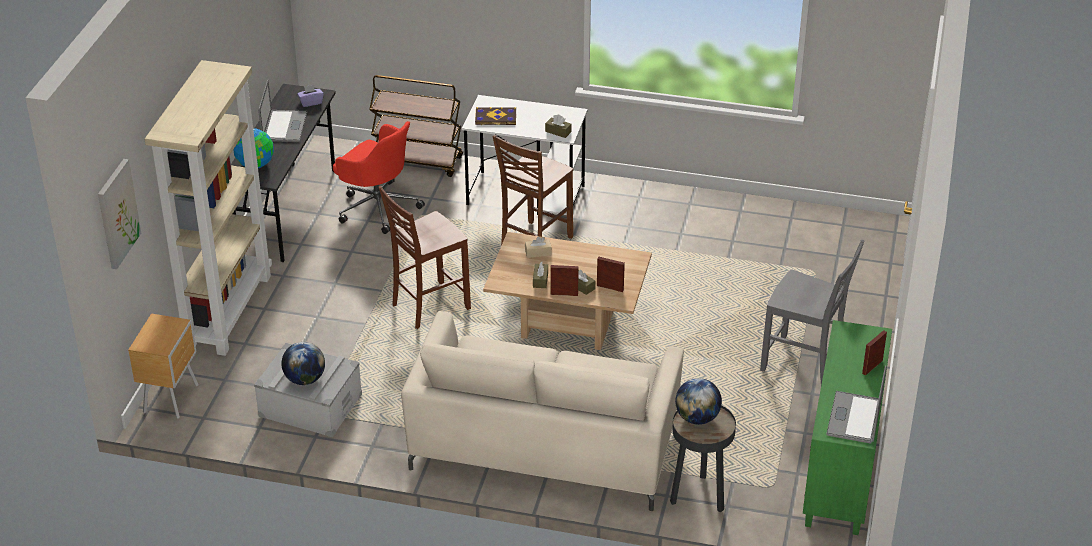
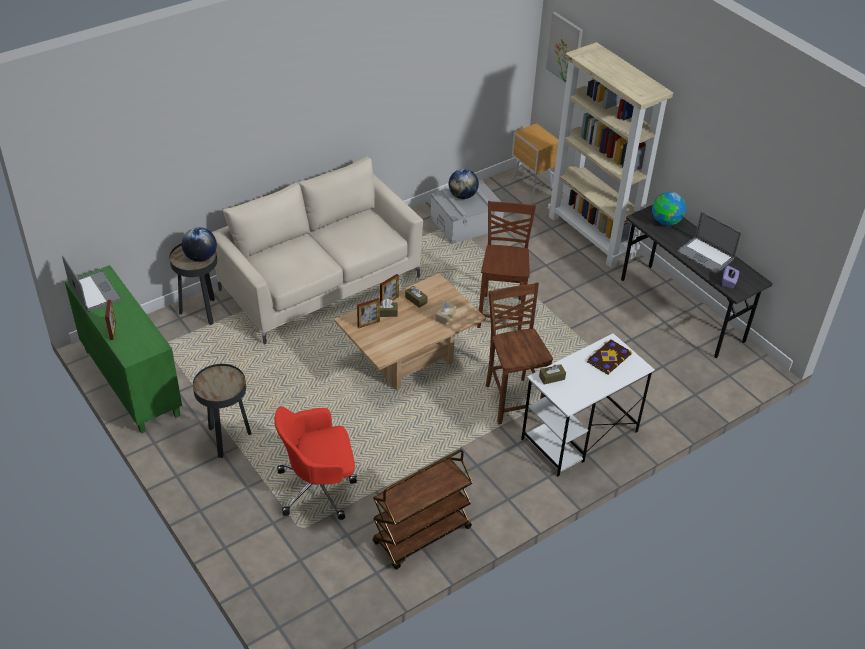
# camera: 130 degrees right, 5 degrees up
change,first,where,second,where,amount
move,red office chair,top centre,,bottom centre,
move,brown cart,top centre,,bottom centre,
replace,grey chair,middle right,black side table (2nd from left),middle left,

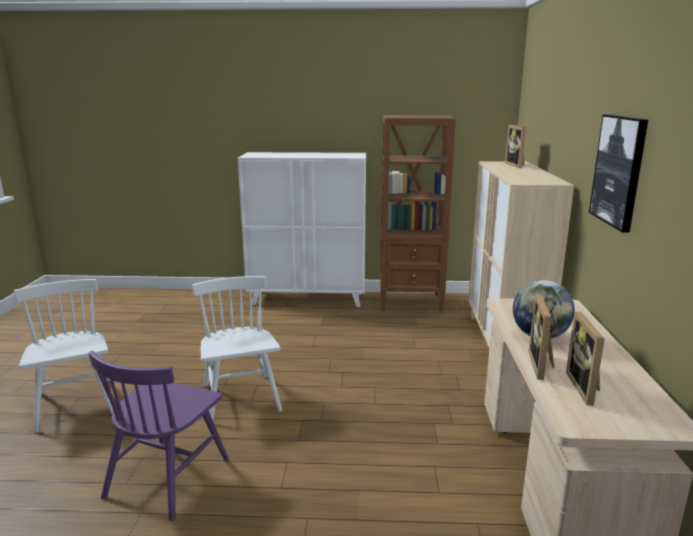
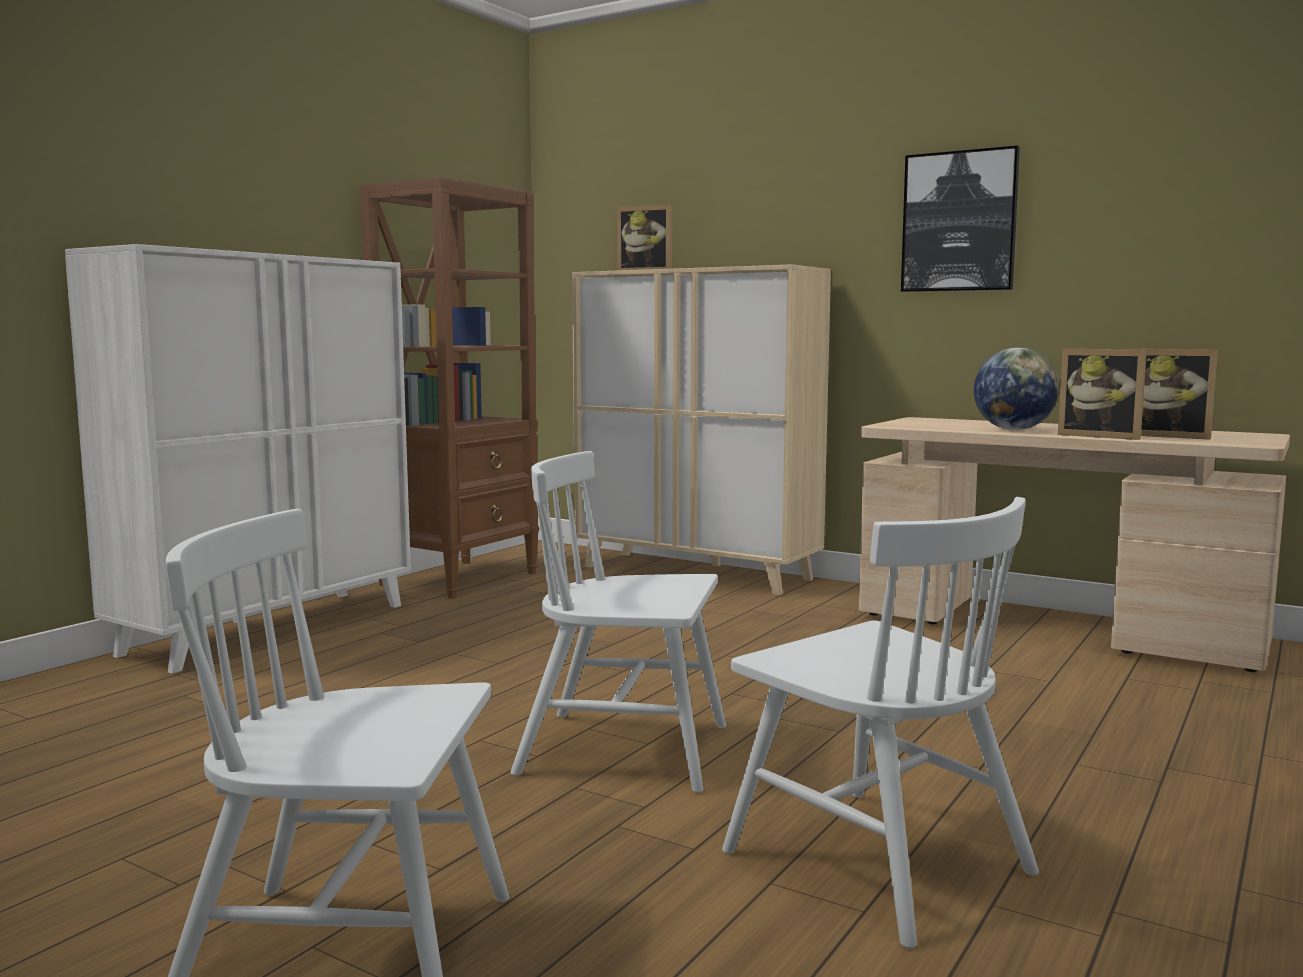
# camera: 60 degrees left, 10 degrees down
change,first,where,second,where,amount
recolor,purple chair,bottom left,white chair (3rd from left),bottom right,

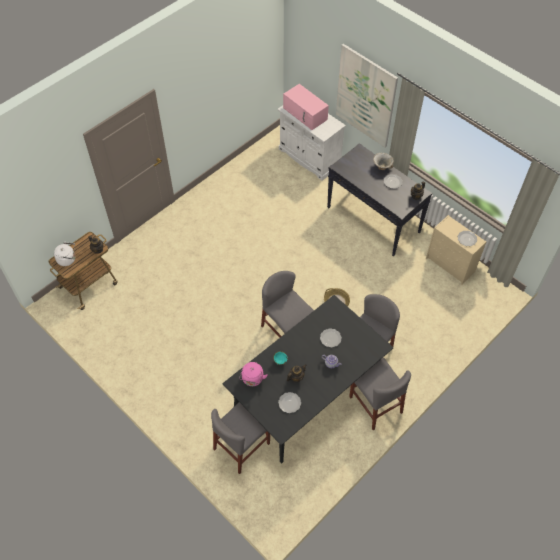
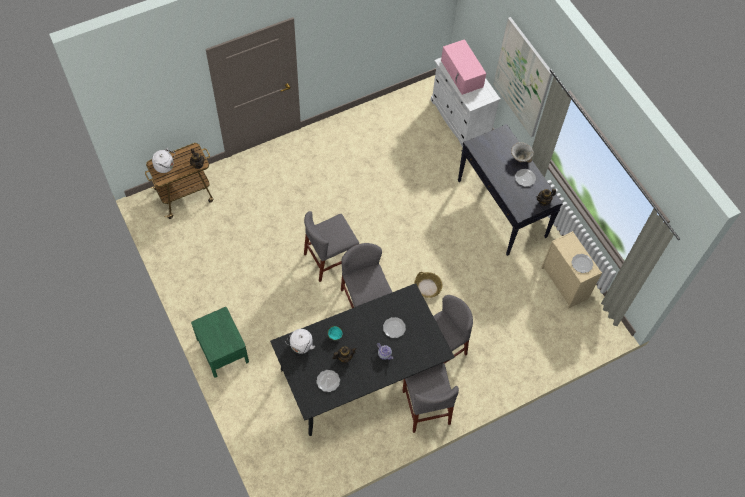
# camera: 15 degrees right, 5 degrees up
change,first,where,second,where,amount
insert,,,green nightstand,bottom left,
move,grey chair (1st from left),bottom centre,,centre,
recolor,pink kettle,bottom centre,white kettle (2nd from left),bottom centre,

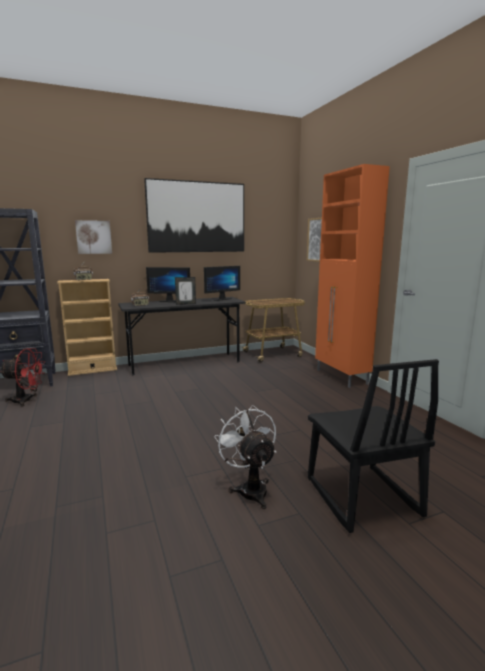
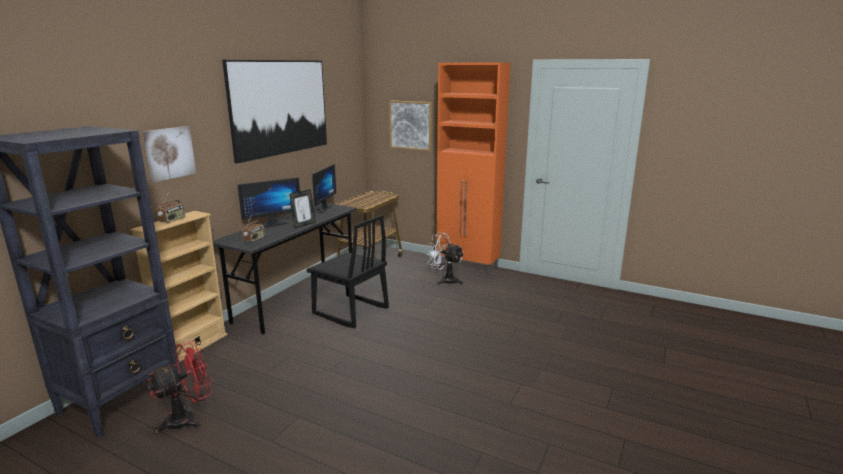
# camera: 40 degrees left, 5 degrees up
change,first,where,second,where,amount
move,white fan,bottom centre,,centre,
move,black chair,middle right,,centre,

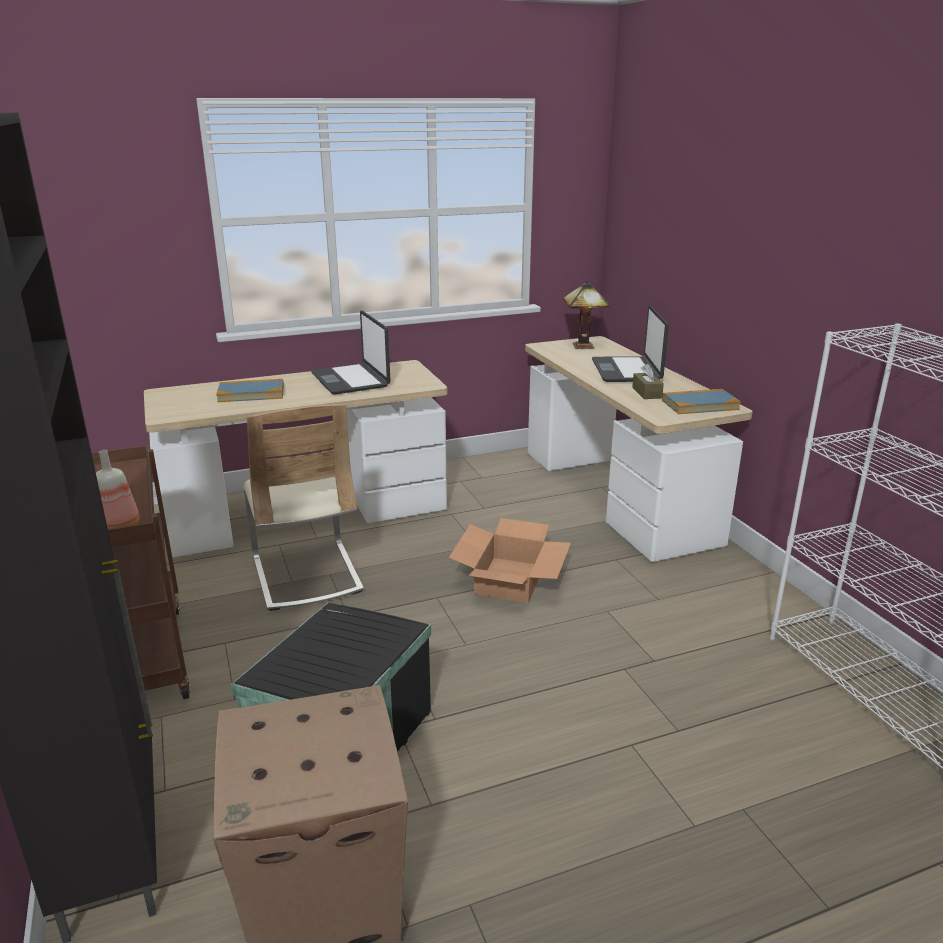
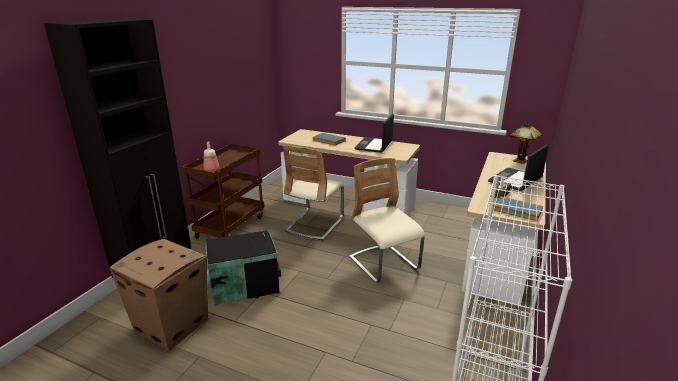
# camera: 45 degrees right, 0 degrees up
change,first,where,second,where,amount
replace,cardboard box (2nd from left),centre,beige chair (2nd from left),centre,

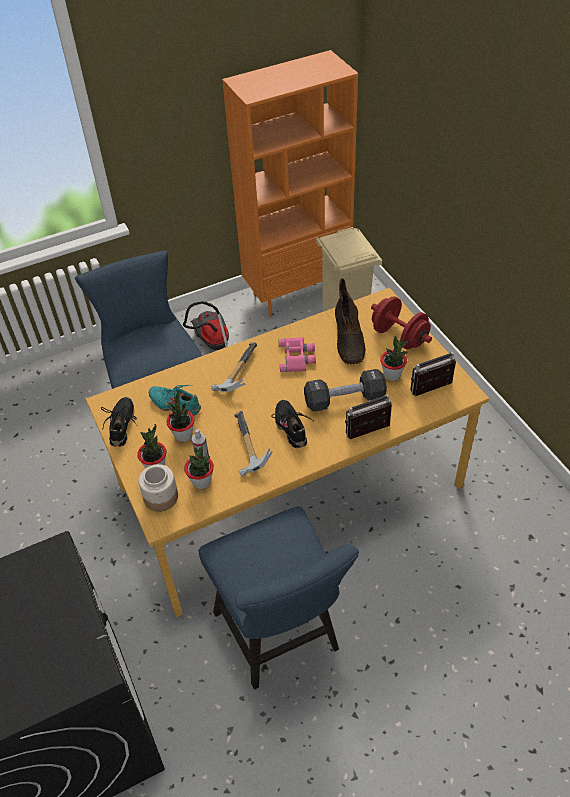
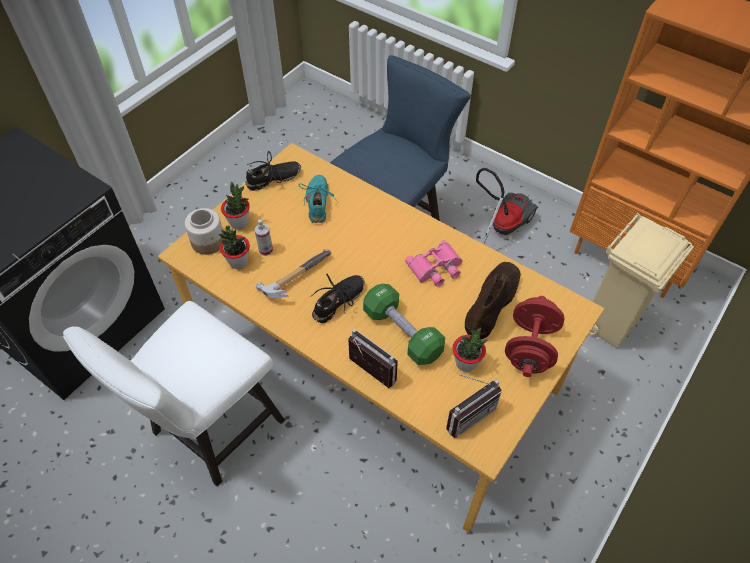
# camera: 60 degrees right, 5 degrees up
change,first,where,second,where,amount
delete,potted plant (2nd from left),middle left,,,
delete,hammer (1st from left),centre,,,
recolor,blue chair (2nd from left),bottom centre,white chair,bottom left,
recolor,black dumbbell,centre,green dumbbell,centre,
rotate,brown boot,centre,,centre,150 degrees clockwise
rotate,radio (2nd from left),middle right,,bottom centre,105 degrees clockwise

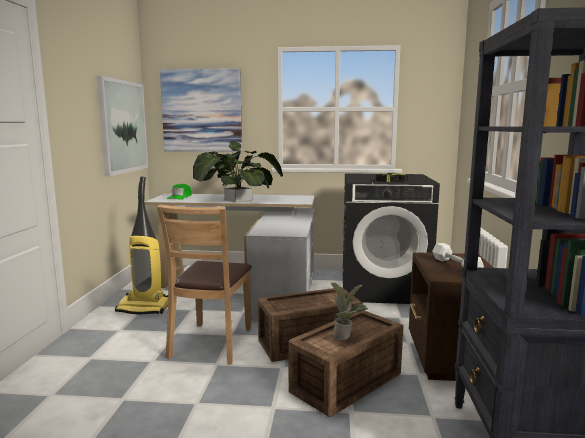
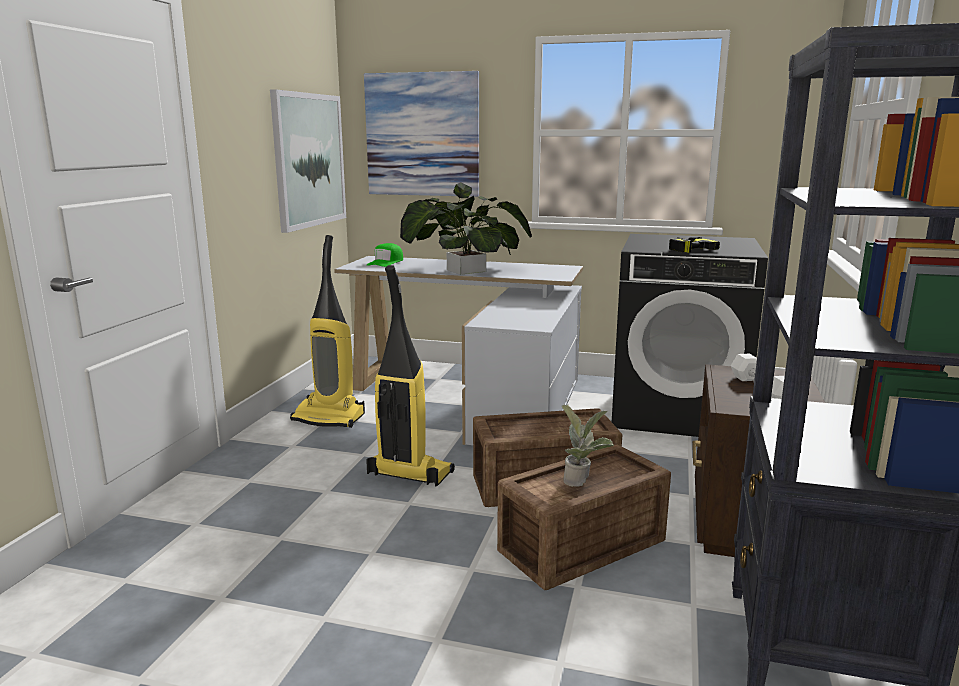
# camera: 10 degrees right, 5 degrees up
change,first,where,second,where,amount
replace,brown chair,centre,vacuum cleaner (2nd from left),centre,

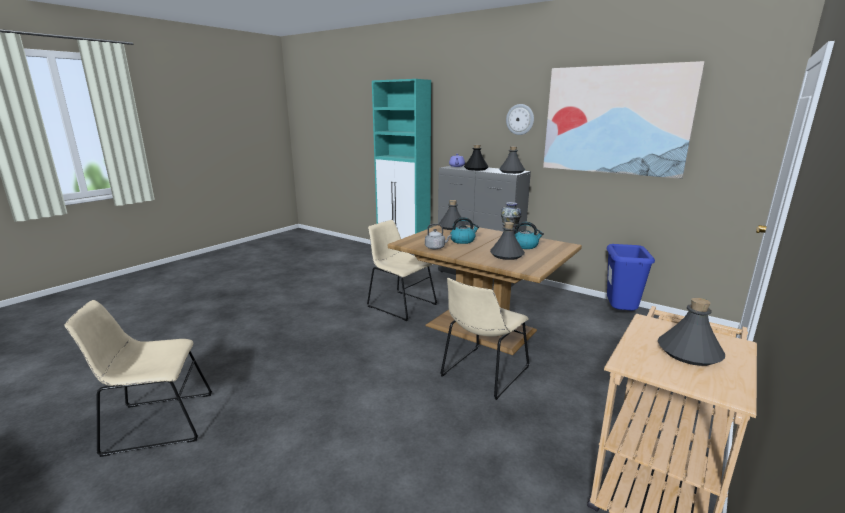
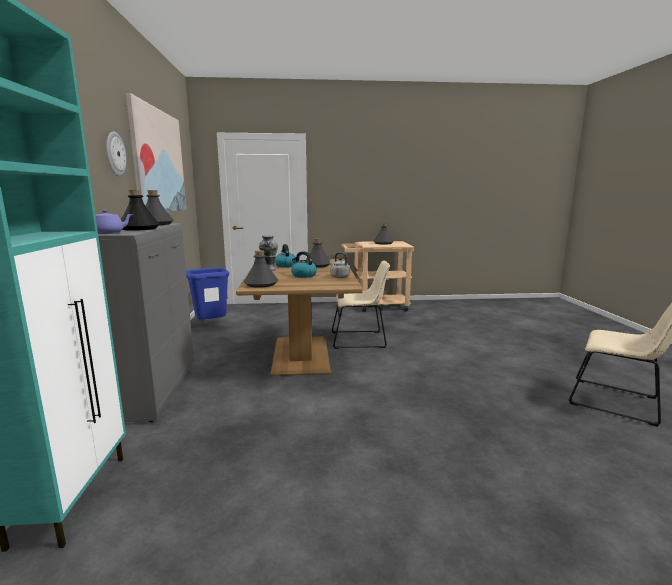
# camera: 130 degrees left, 5 degrees down
change,first,where,second,where,amount
delete,beige chair (2nd from left),centre,,,

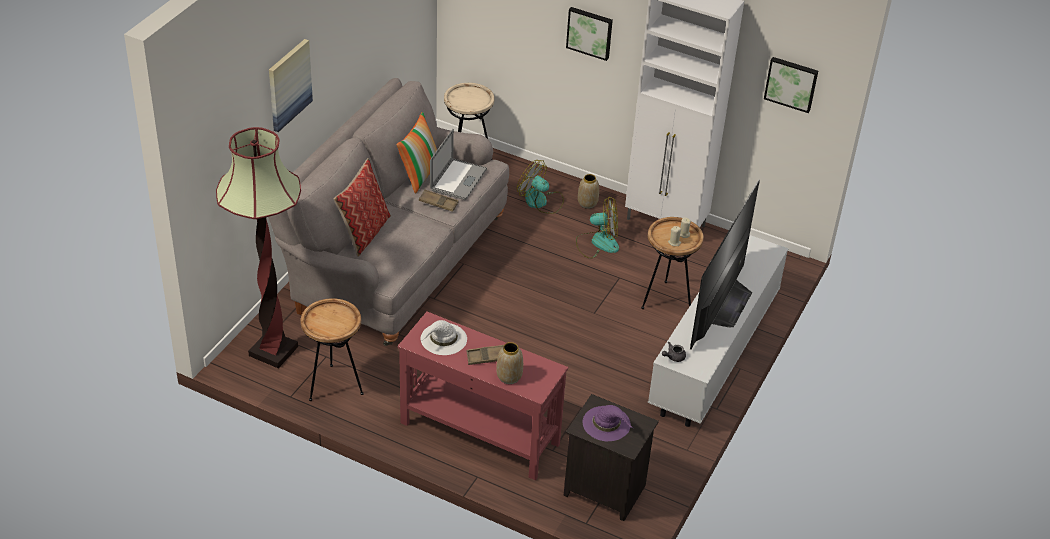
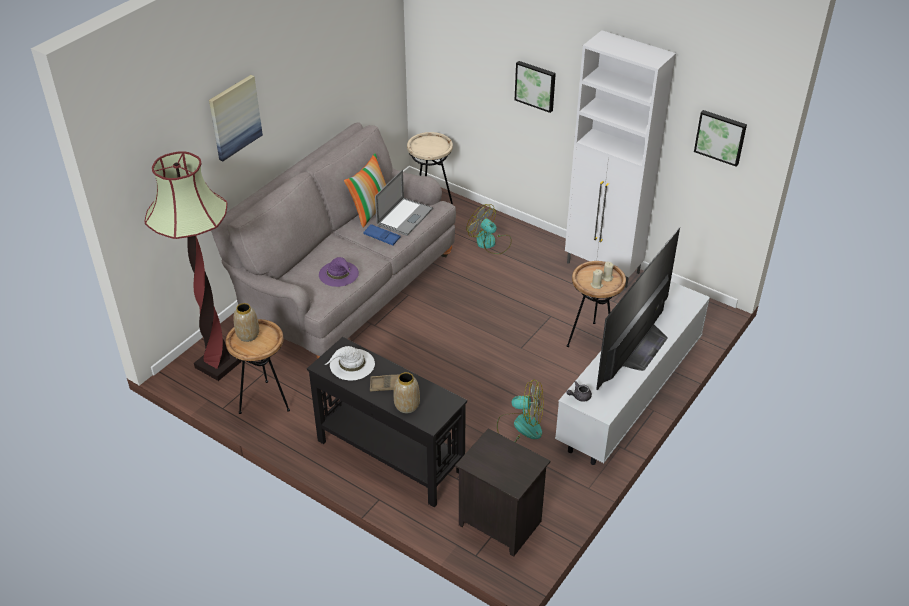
# camera: 10 degrees right, 0 degrees up
change,first,where,second,where,amount
delete,pillow (1st from left),centre,,,
move,fan (2nd from left),centre,,bottom centre,
move,vase (2nd from left in the first image),centre,vase (1st from left),middle left,
move,purple hat,bottom centre,,centre,
recolor,red console table,bottom centre,black console table,bottom centre,
recolor,brown tray (1st from left),centre,blue tray,centre,

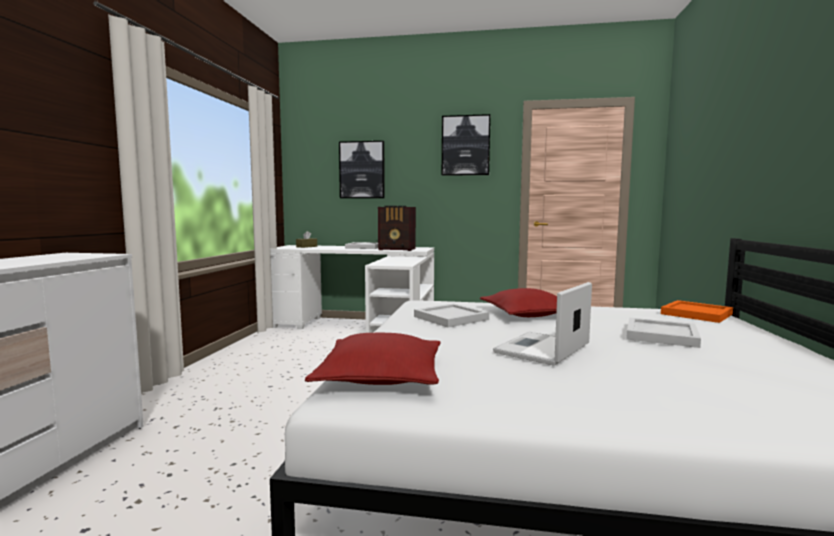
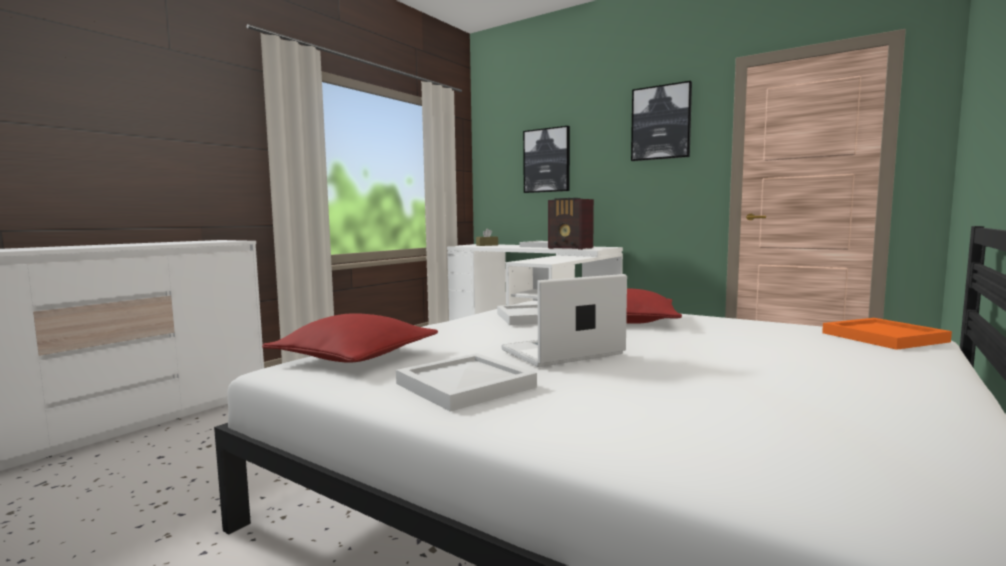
# camera: 25 degrees right, 0 degrees up
change,first,where,second,where,amount
move,white tray (3rd from left in the first image),middle right,white tray (1st from left),bottom centre,

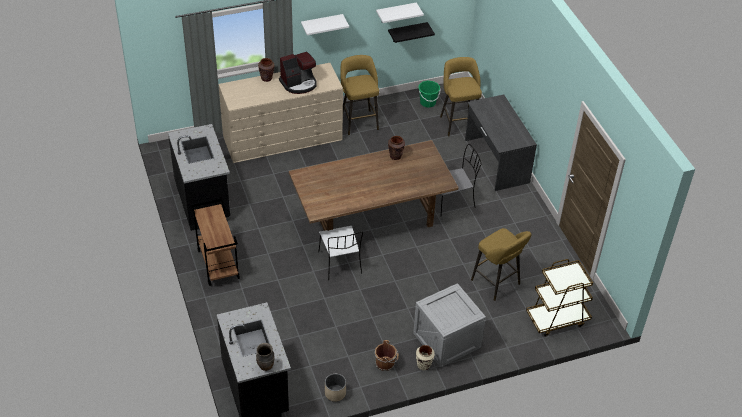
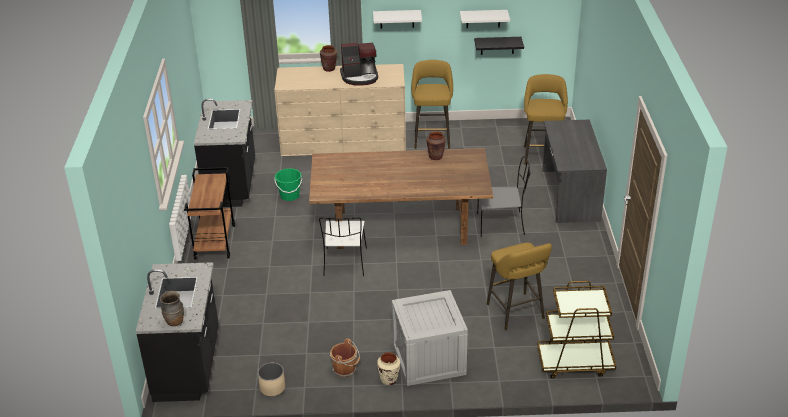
# camera: 20 degrees right, 10 degrees down
change,first,where,second,where,amount
move,green bucket,top centre,,centre,

